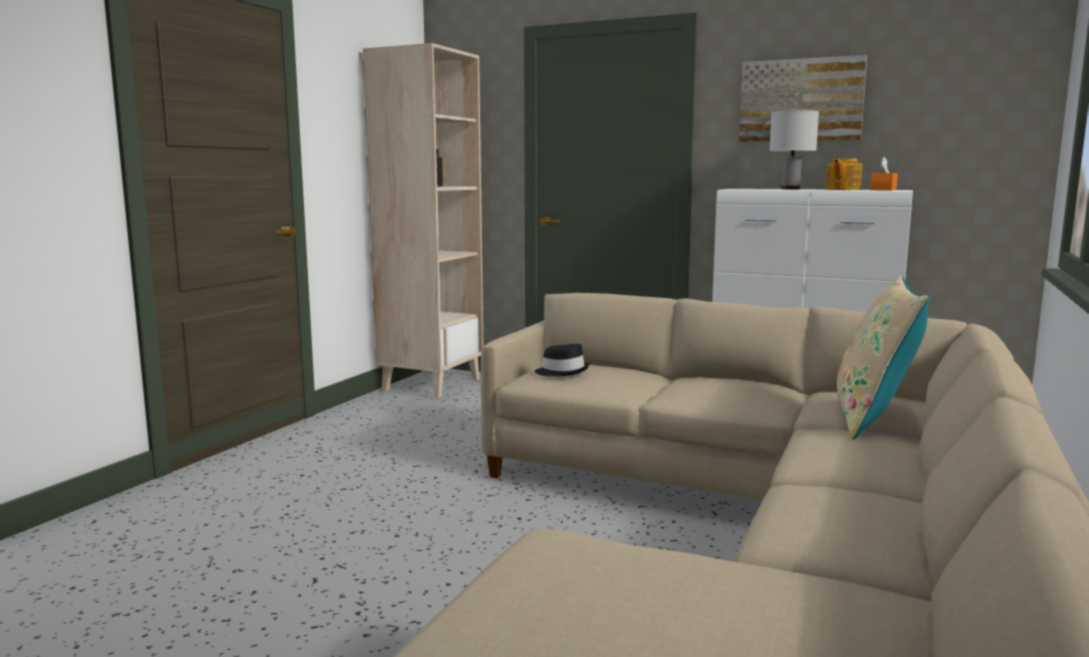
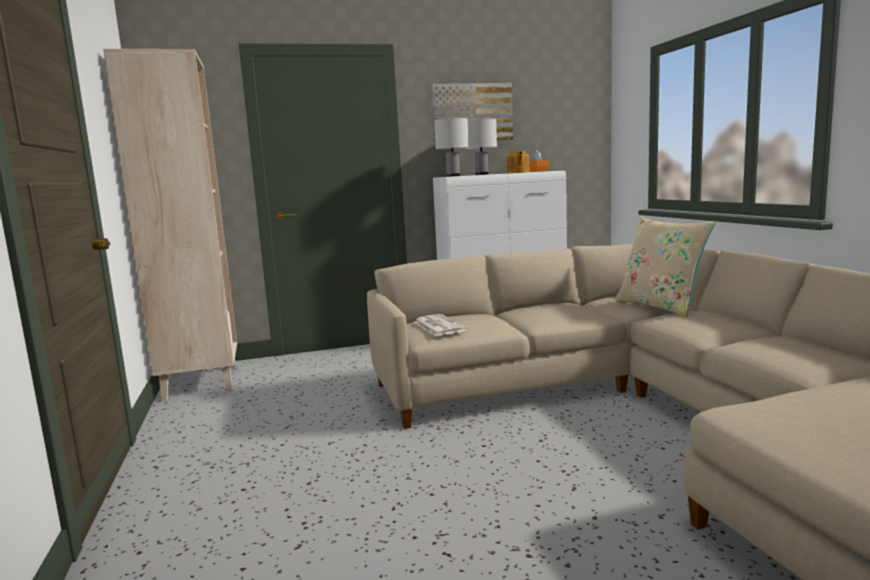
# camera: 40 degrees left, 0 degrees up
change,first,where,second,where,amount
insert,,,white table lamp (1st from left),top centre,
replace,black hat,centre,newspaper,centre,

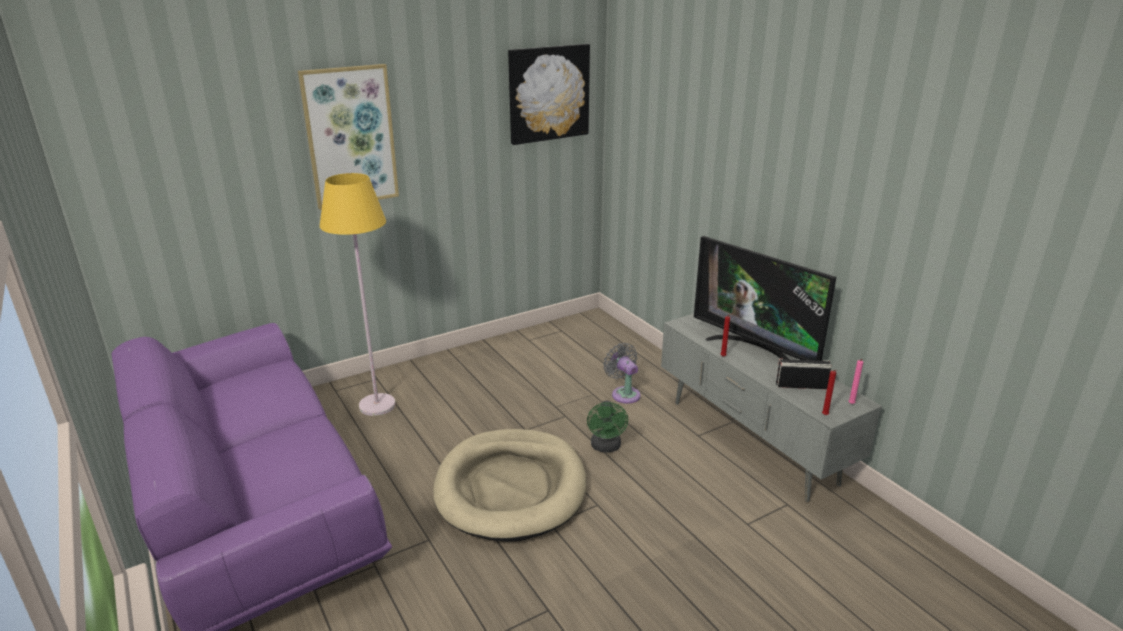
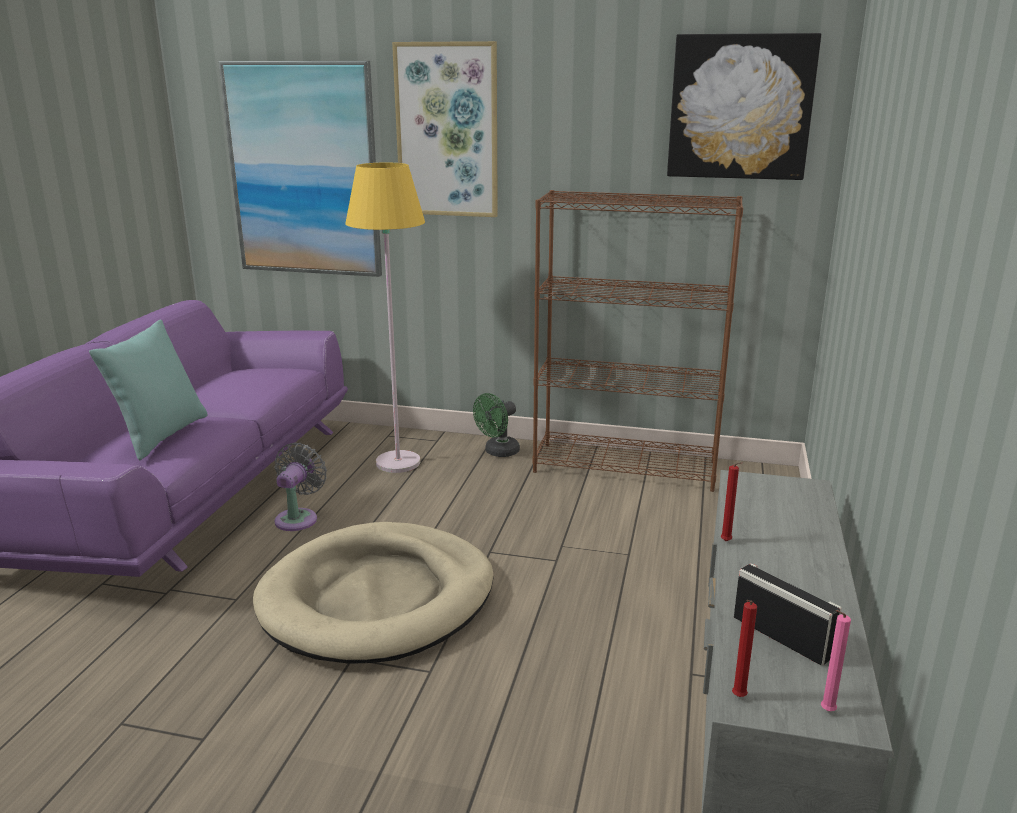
# camera: 45 degrees right, 5 degrees down
change,first,where,second,where,amount
delete,television,middle right,,,
insert,,,turquoise pillow,middle left,
insert,,,picture (1st from left),top left,
insert,,,brown bookcase,centre,
move,green fan,bottom centre,,centre,
move,grey fan,centre,,middle left,

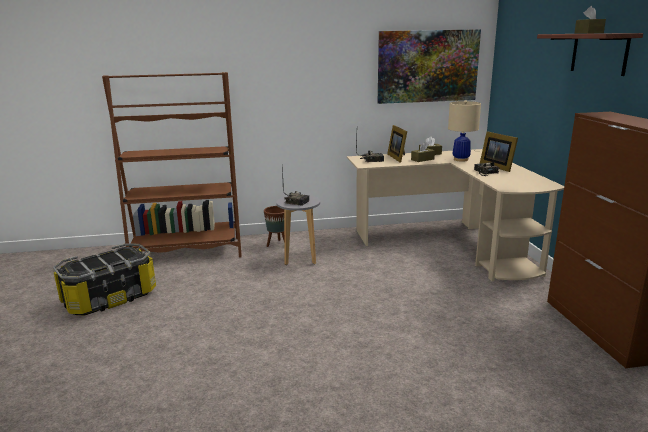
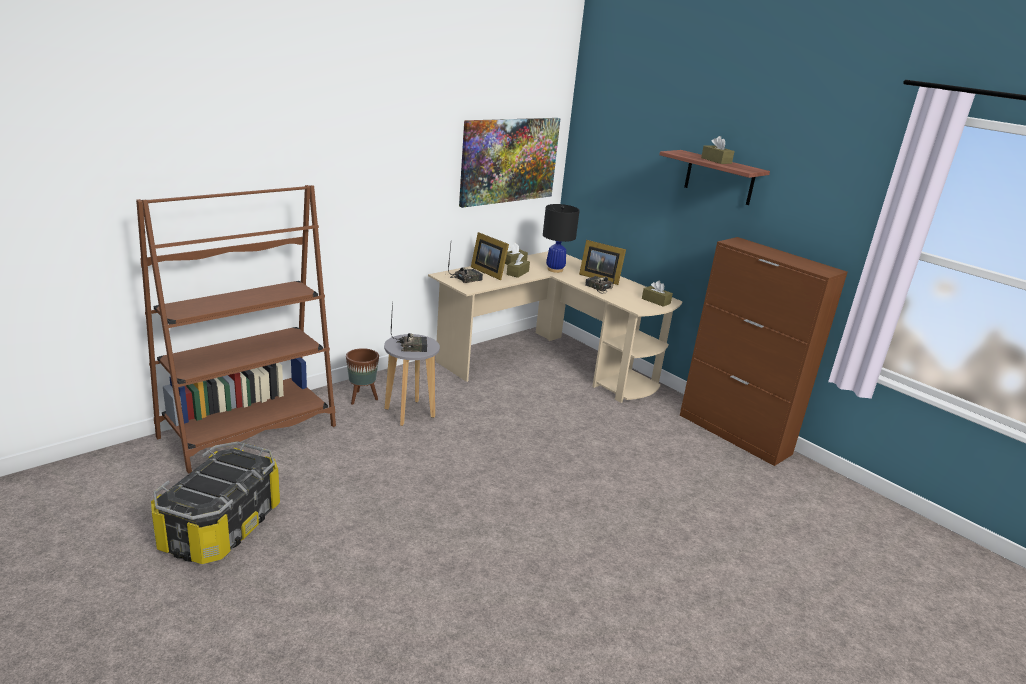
# camera: 35 degrees left, 5 degrees up
change,first,where,second,where,amount
insert,,,brown tissue box (3rd from left),centre,
recolor,beige table lamp,top right,black table lamp,centre,

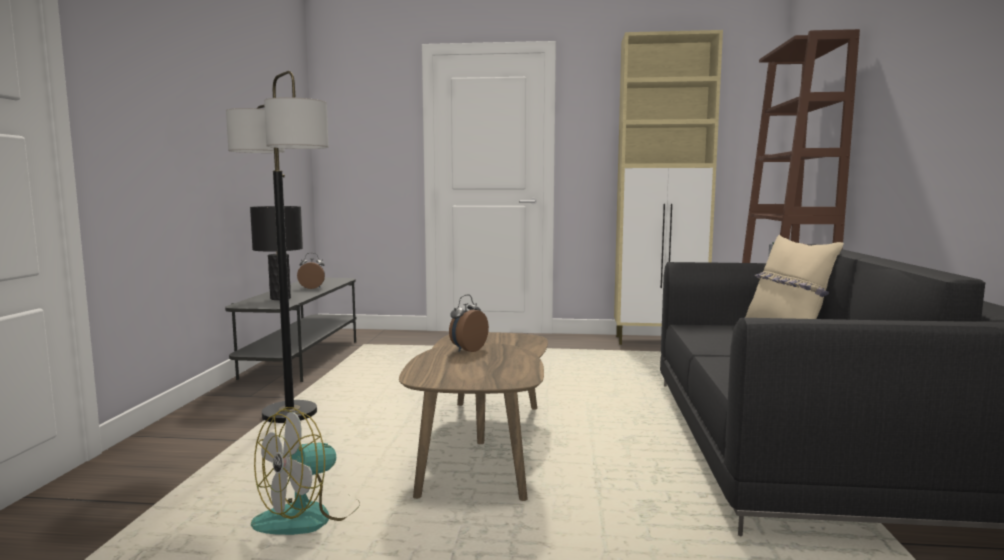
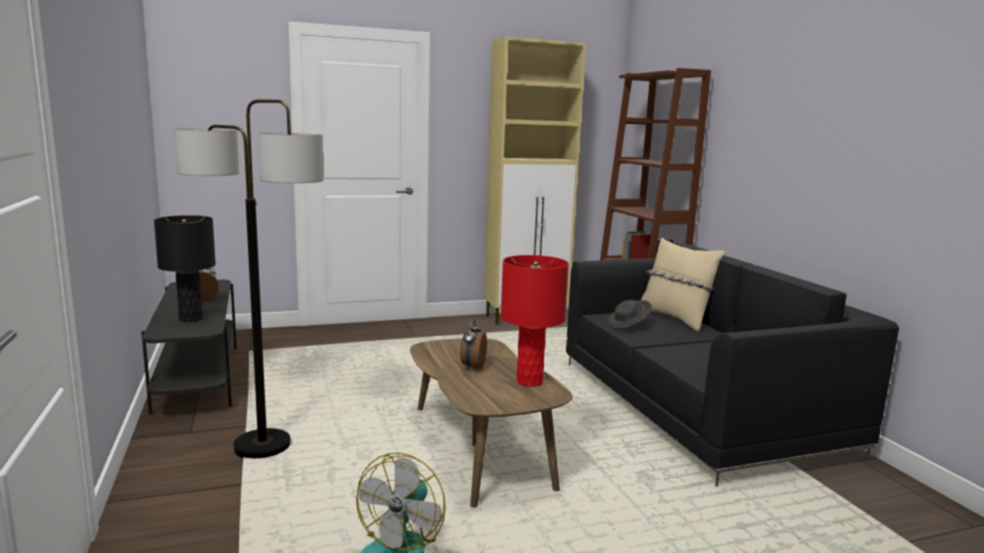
# camera: 25 degrees left, 5 degrees up
change,first,where,second,where,amount
insert,,,red table lamp,centre,
insert,,,grey hat,centre,

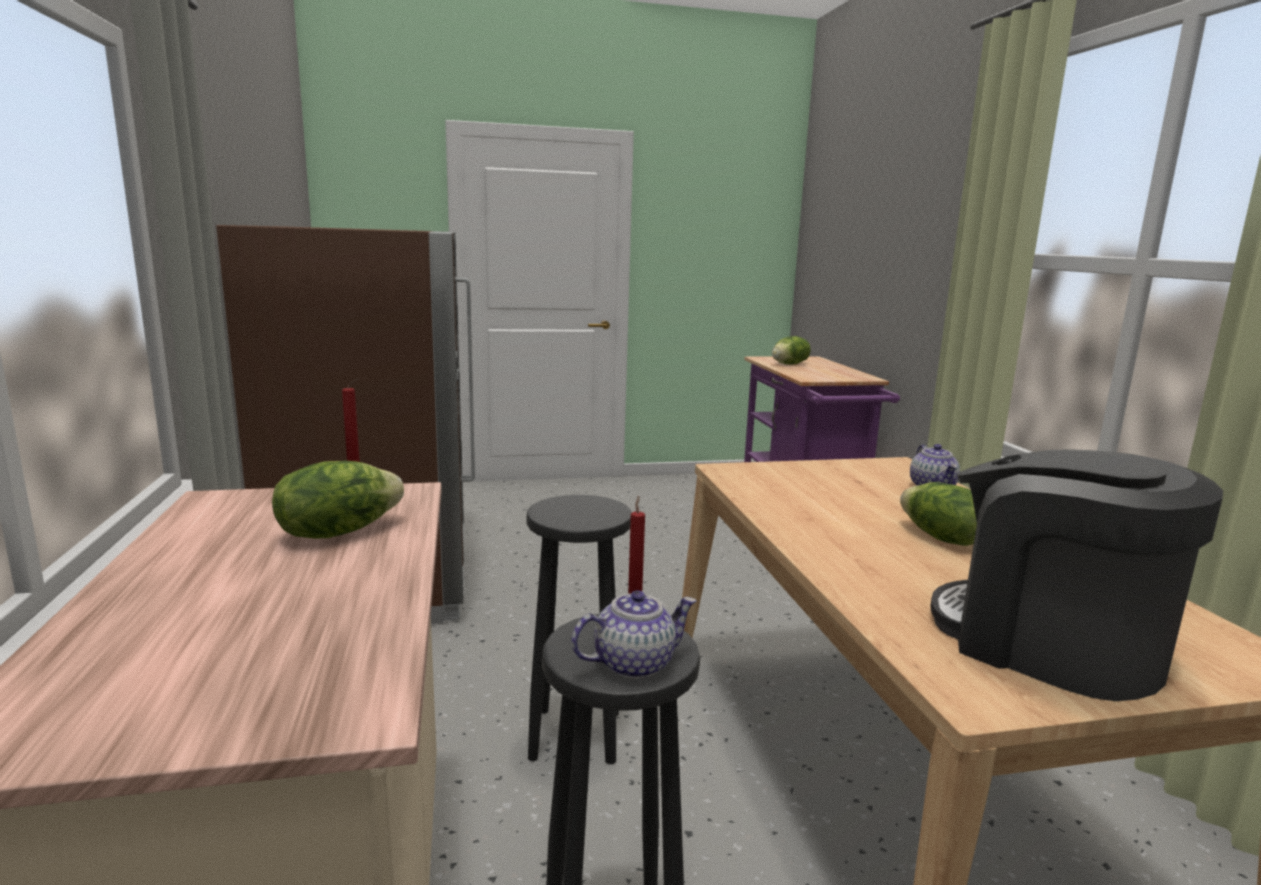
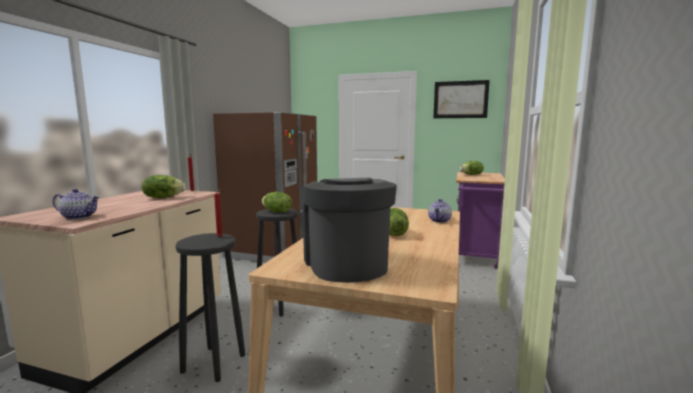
# camera: 30 degrees right, 5 degrees down
change,first,where,second,where,amount
insert,,,lettuce (2nd from left),centre,
insert,,,picture,top right,
move,teapot (1st from left),bottom centre,,middle left,

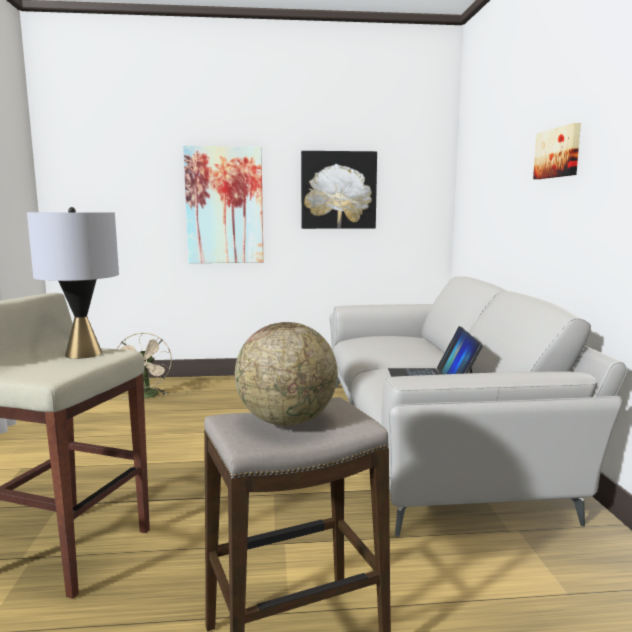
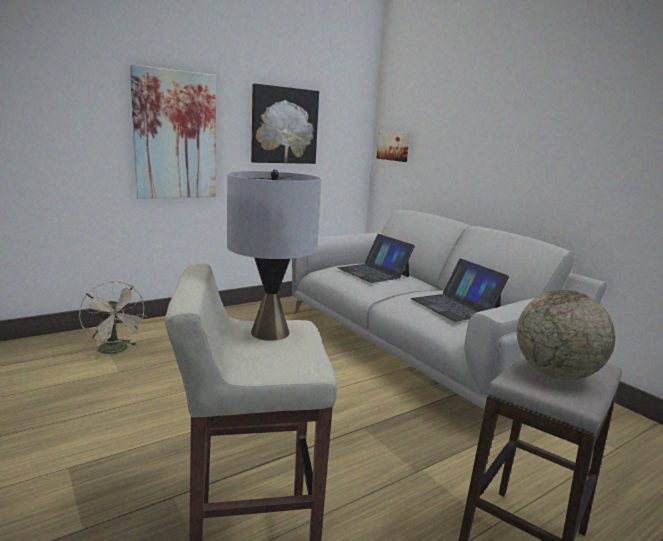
# camera: 30 degrees left, 5 degrees up
change,first,where,second,where,amount
insert,,,laptop (1st from left),centre,
move,picture (3rd from left),top right,,top centre,

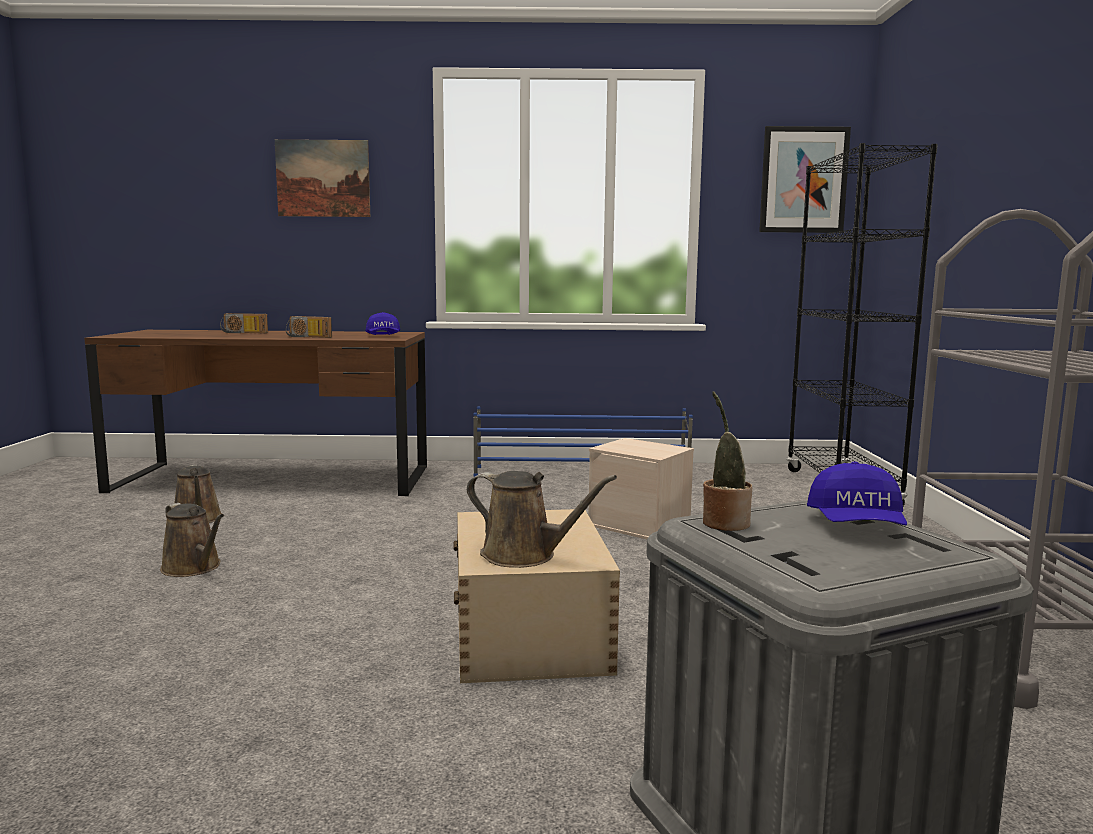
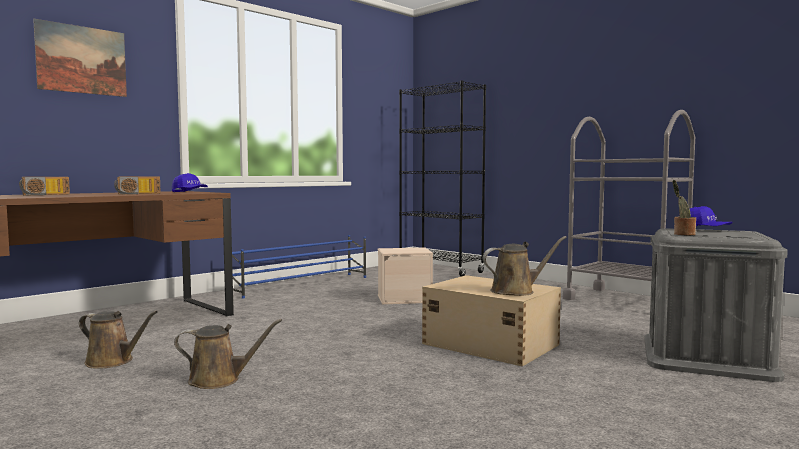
# camera: 45 degrees left, 5 degrees down
change,first,where,second,where,amount
delete,picture (2nd from left),top right,,,

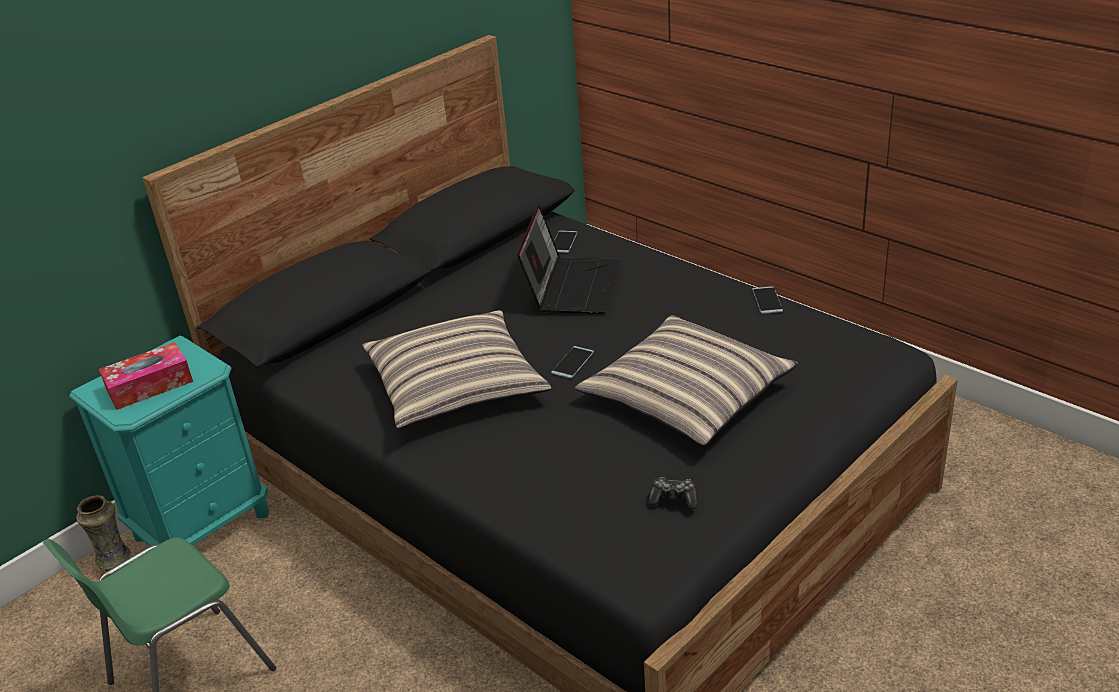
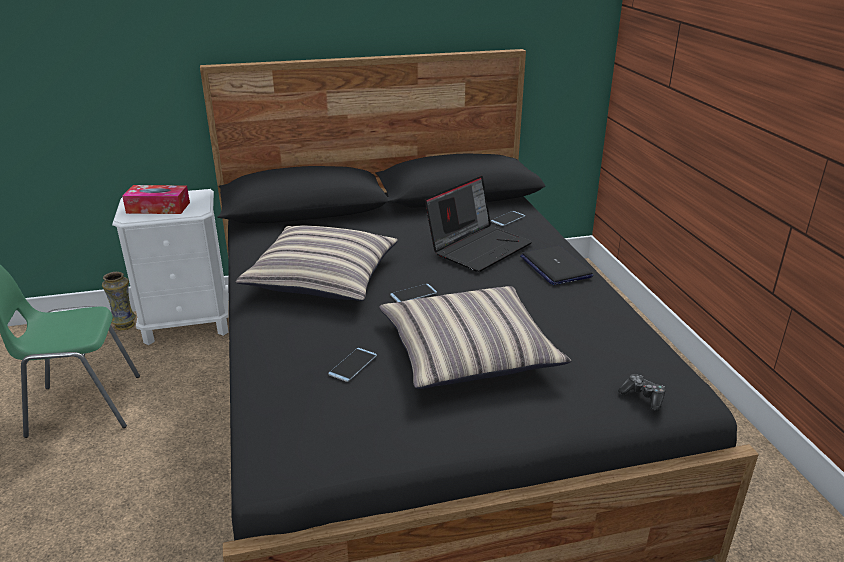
# camera: 30 degrees right, 5 degrees down
change,first,where,second,where,amount
insert,,,laptop (2nd from left),centre,
move,game controller,bottom centre,,bottom right,
move,phone (3rd from left in the first image),middle right,phone (1st from left),centre,
recolor,turquoise nightstand,middle left,white nightstand,middle left,

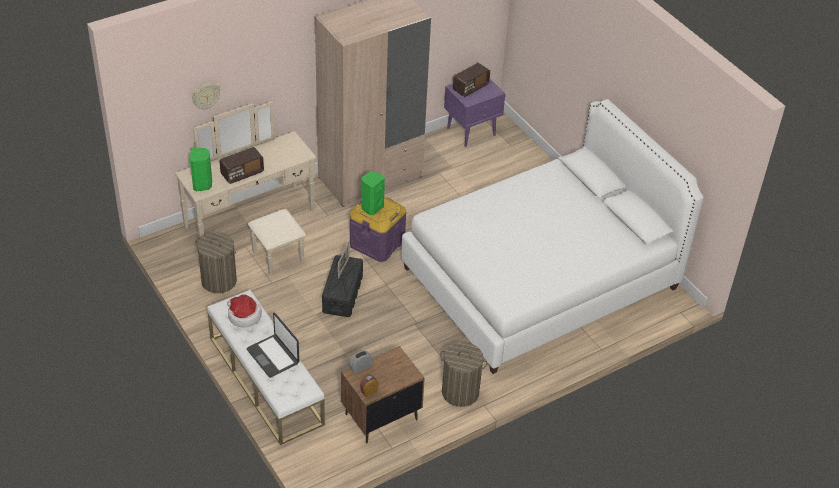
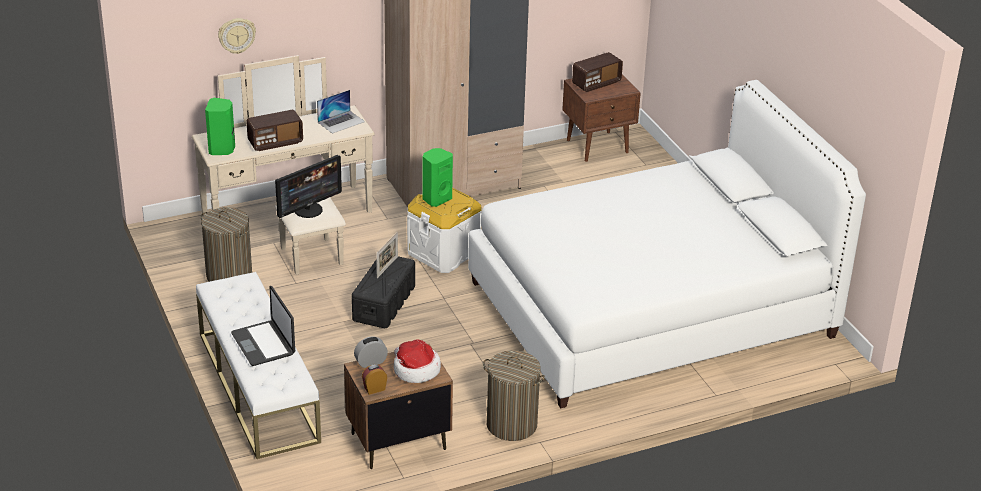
# camera: 10 degrees right, 10 degrees down
change,first,where,second,where,amount
insert,,,monitor,middle left,
insert,,,laptop (2nd from left),top centre,
move,hat,middle left,,bottom centre,
recolor,purple storage box,centre,white storage box,centre,
recolor,purple nightstand,top centre,brown nightstand (2nd from left),top centre,

